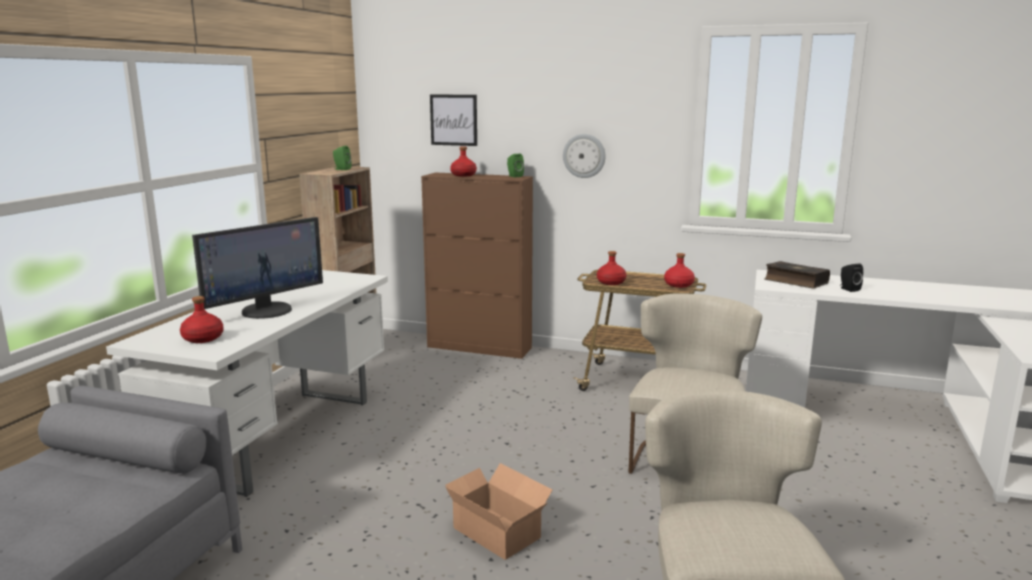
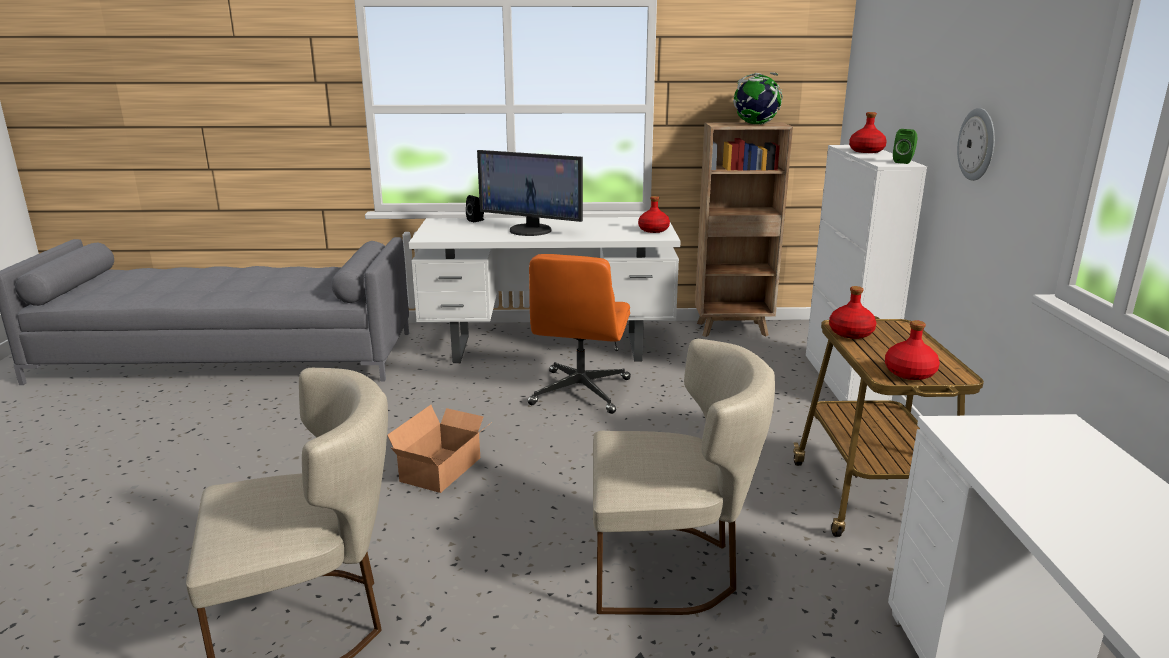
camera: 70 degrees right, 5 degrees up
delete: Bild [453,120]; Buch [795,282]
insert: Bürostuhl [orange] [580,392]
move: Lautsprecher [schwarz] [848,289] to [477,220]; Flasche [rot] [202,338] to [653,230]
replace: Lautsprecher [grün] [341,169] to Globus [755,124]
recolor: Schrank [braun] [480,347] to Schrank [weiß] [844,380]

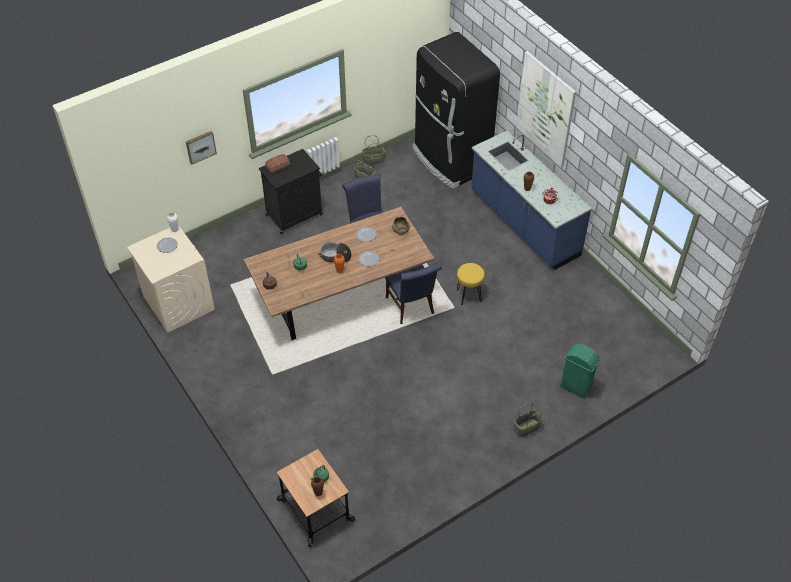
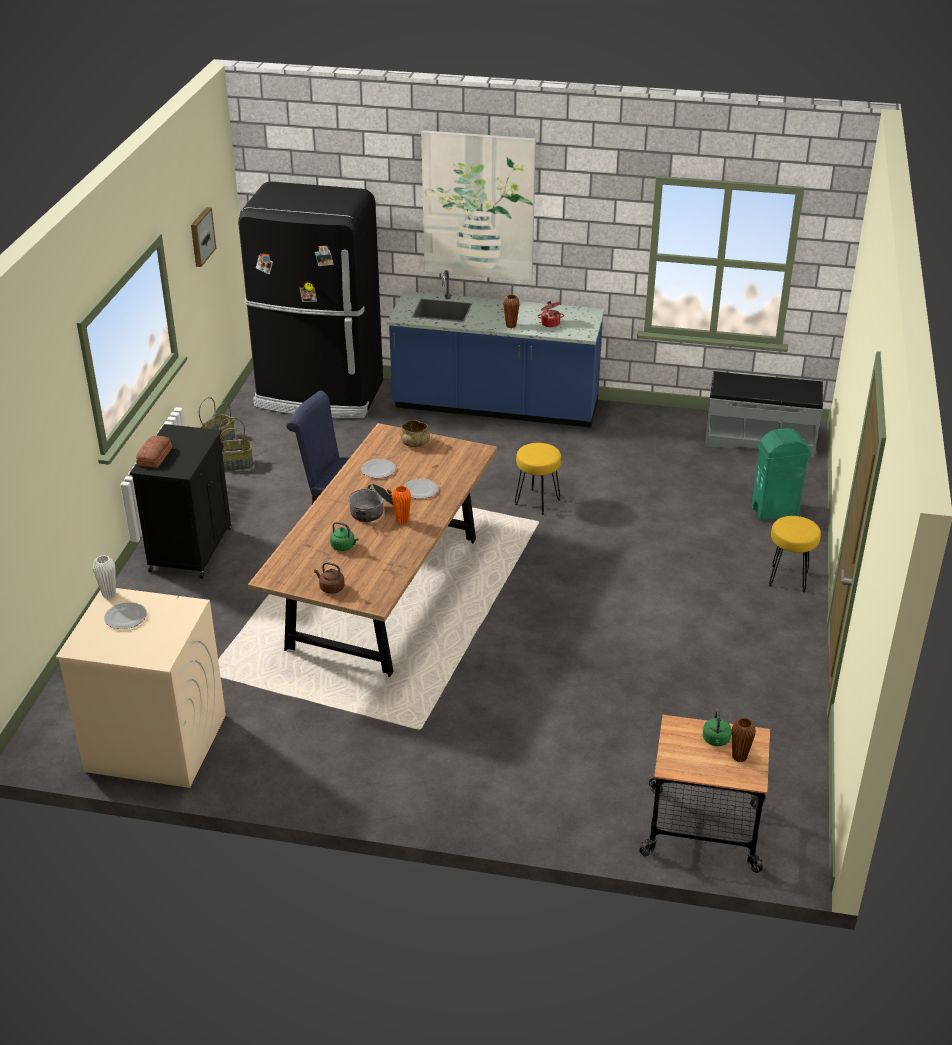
camera: 45 degrees left, 15 degrees down
delete: Stuhl [blau] [411,307]
insert: Bank [grau] [760,438]
move: Bild [200,146] to [201,236]
replace: Korb [526,428] to Hocker [gelb] [789,579]

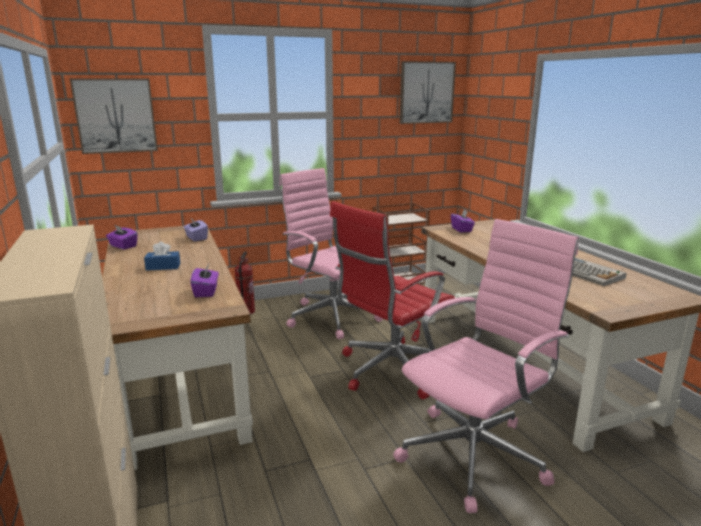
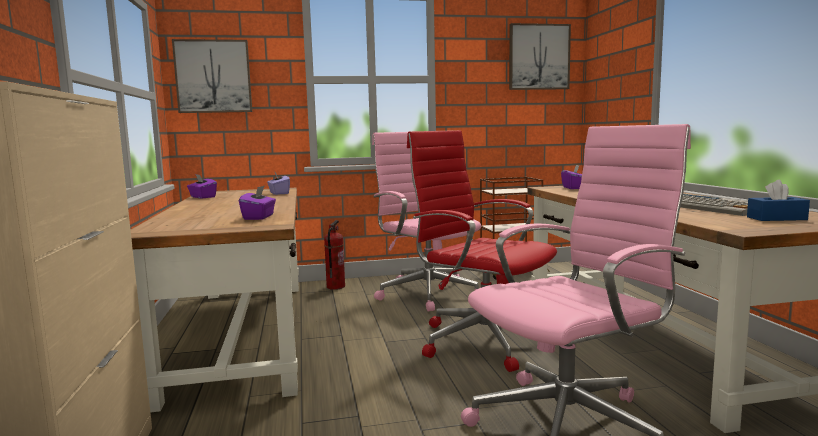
camera: 10 degrees right, 10 degrees down
move: Taschentuchbox [blau] [163,267] to [776,218]
rotate: Bürostuhl [rot] [390,370] = [481,340] 75 degrees clockwise

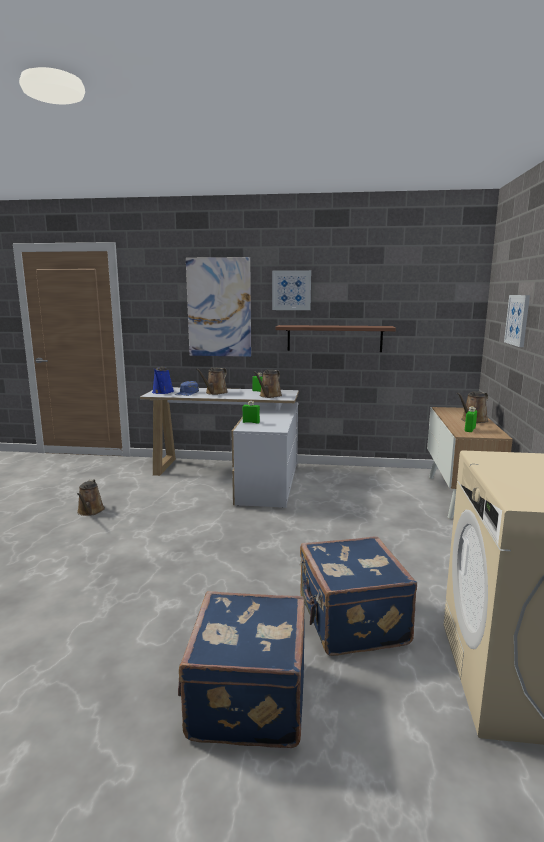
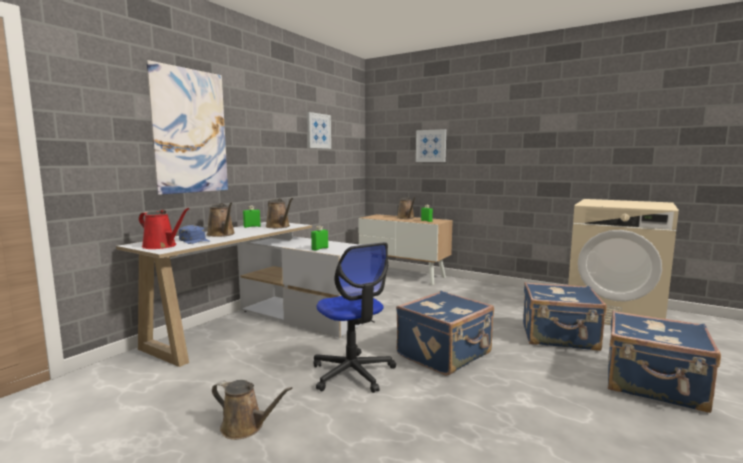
camera: 65 degrees left, 5 degrees down
delete: Wandregal [334,338]
insert: Bürostuhl [352,373]; Koffer [blau] [445,354]
move: Bild [291,290] to [318,131]
recolor: Gießkanne [blau] [162,392] to Gießkanne [rot] [162,246]

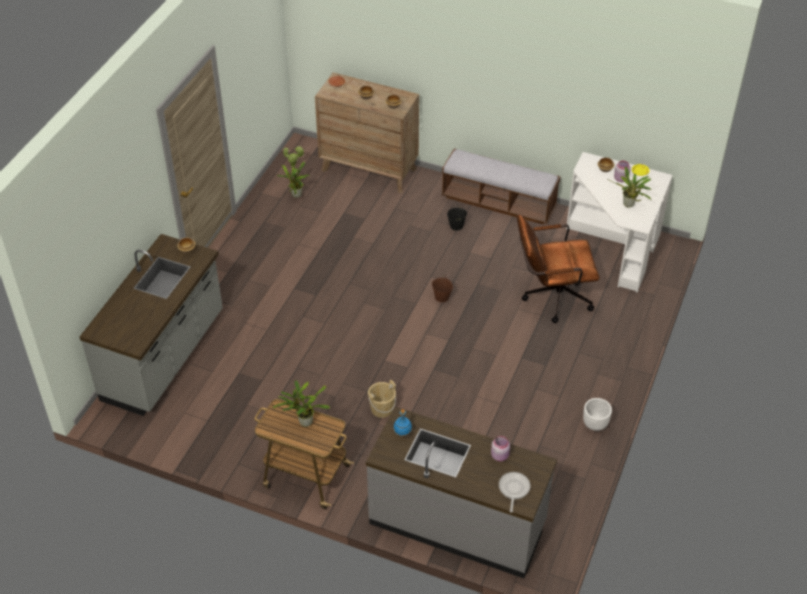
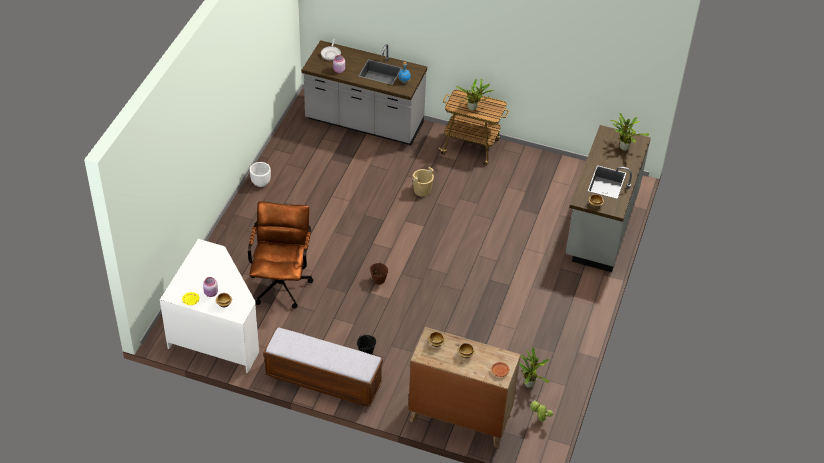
camera: 175 degrees right, 0 degrees up
move: Topfpflanze [629,205] to [623,147]
rotate: Bürostuhl [braun] [551,297] = [282,282] 75 degrees counterclockwise

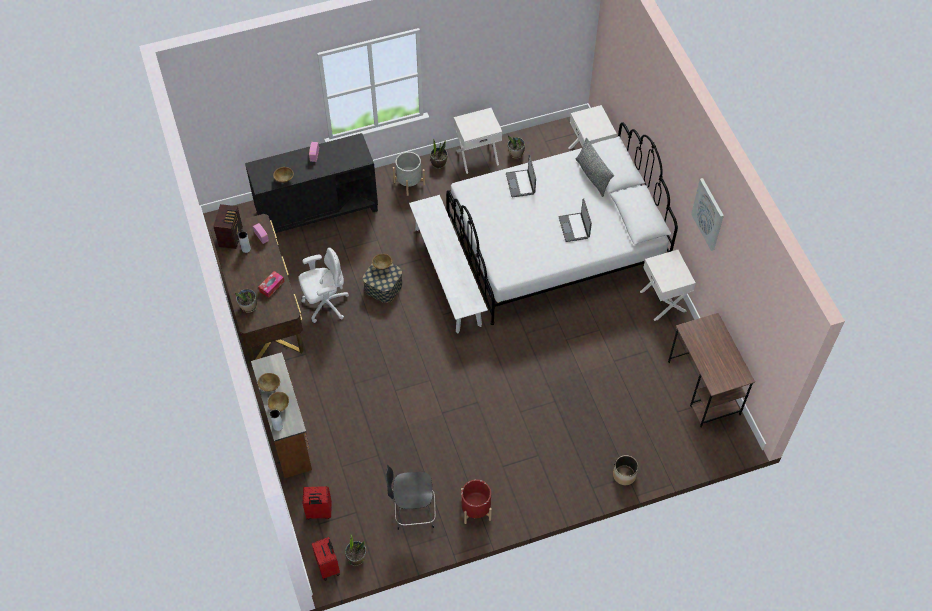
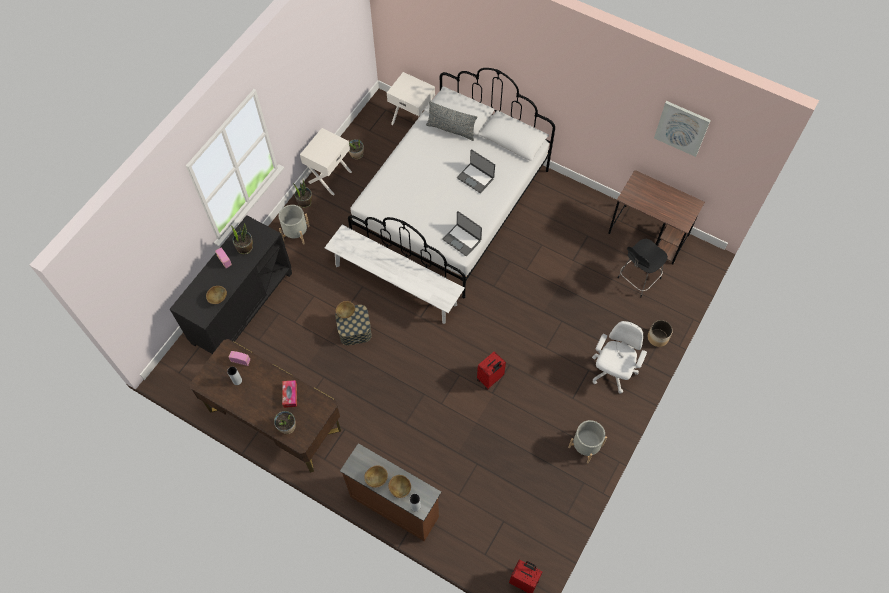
camera: 40 degrees left, 5 degrees up
delete: Radio [231,236]; Nachttisch [weiß] [663,301]
move: Laptop [521,184] to [462,239]; Bild [708,214] to [682,128]; Bürostuhl [weiß] [325,304] to [612,372]; Stuhl [schwarz] [413,512] to [638,279]; Koffer [rot] [319,512] to [490,379]; Topfpflanze [356,558] to [245,248]
recolor: Pflanzkübel [rot] [476,510] to Pflanzkübel [grau] [585,446]

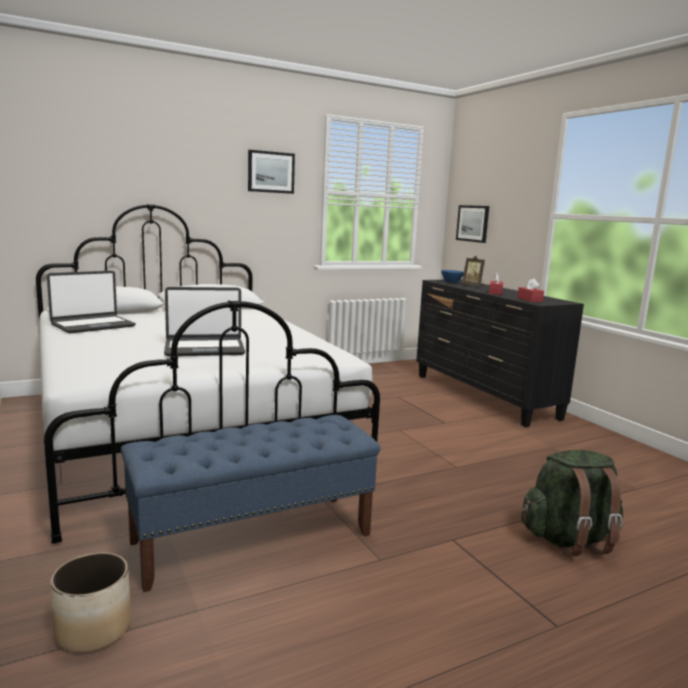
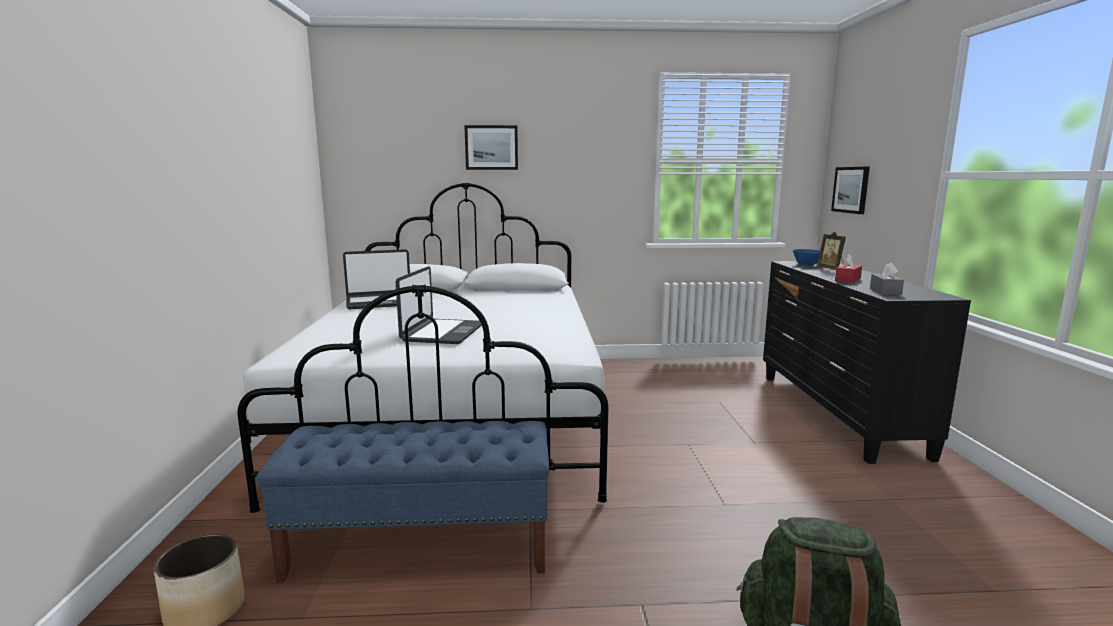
camera: 25 degrees right, 0 degrees up
move: Bild [271,172] to [491,147]
recolor: Taschentuchbox [rot] [529,299] to Taschentuchbox [grau] [885,291]
rotate: Laptop [204,349] = [442,333] 90 degrees counterclockwise

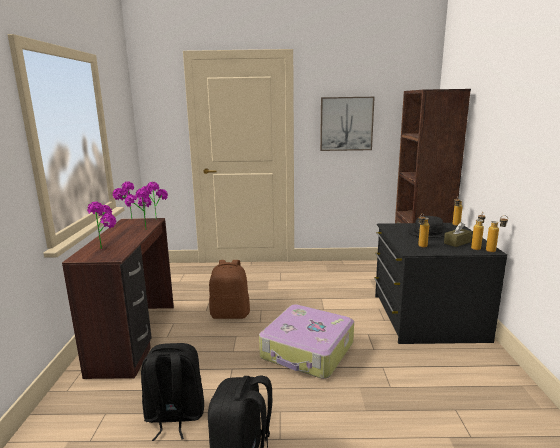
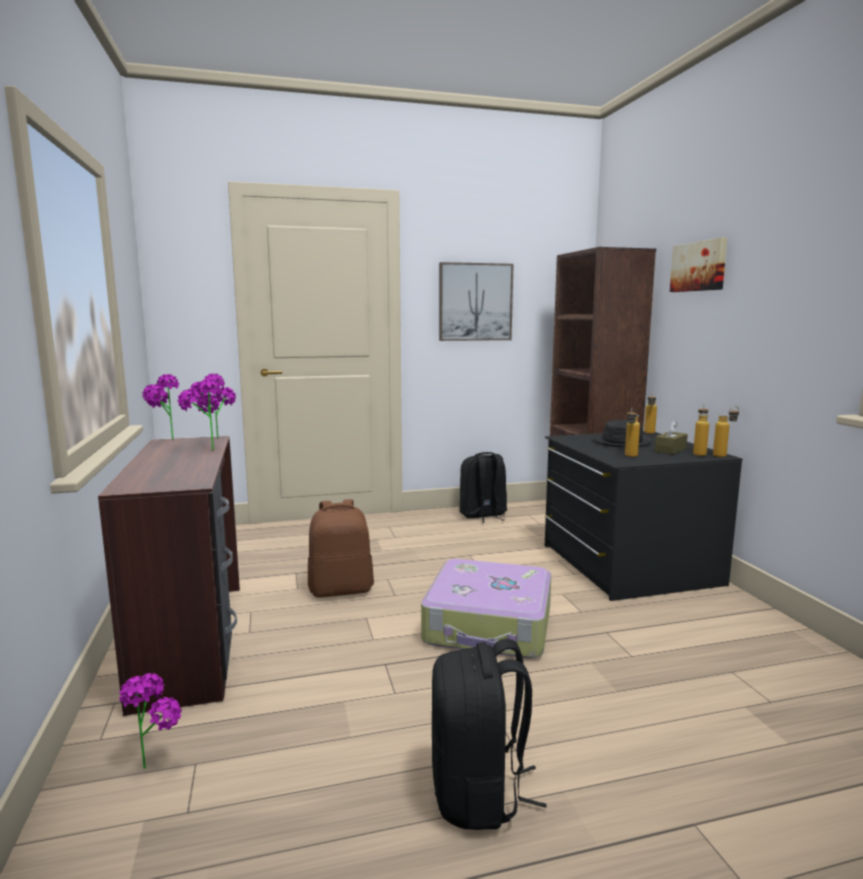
camera: 15 degrees left, 5 degrees down
insert: Bild [699,266]
move: Topfpflanze [107,247] to [156,760]; Rucksack [schwarz] [174,417] to [483,515]

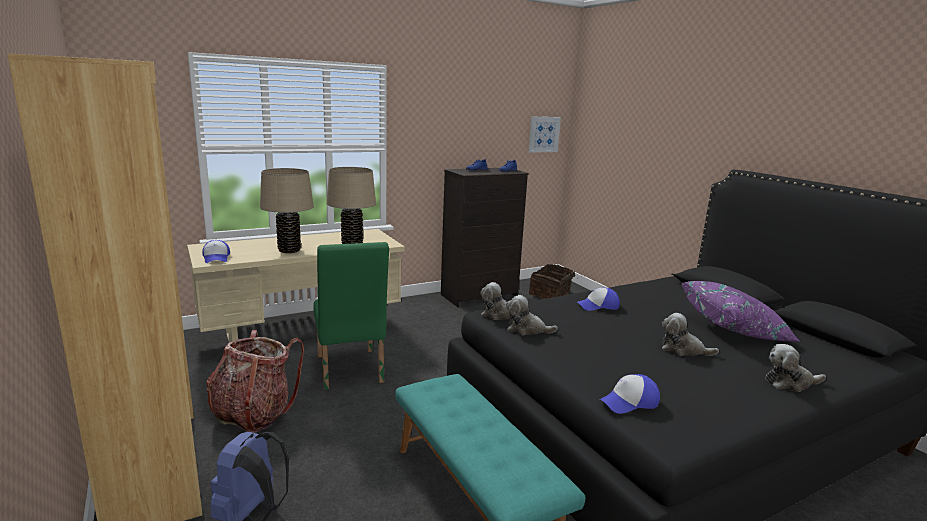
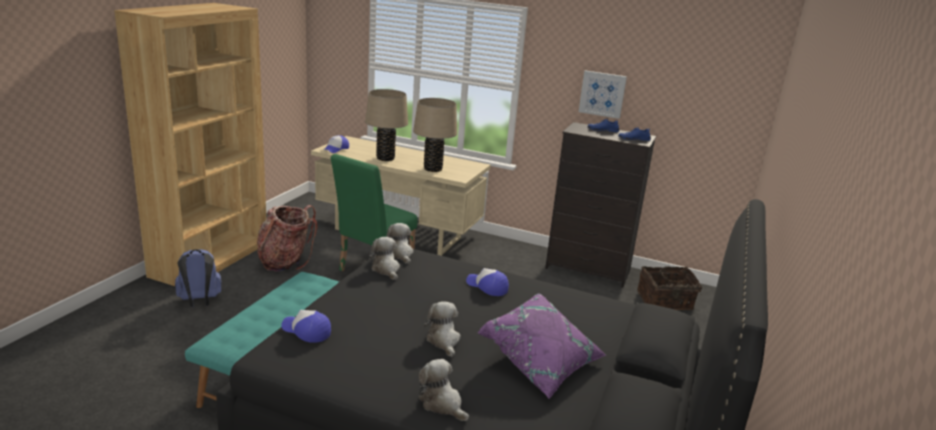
camera: 50 degrees right, 5 degrees up
move: Bild [543,134] to [602,94]

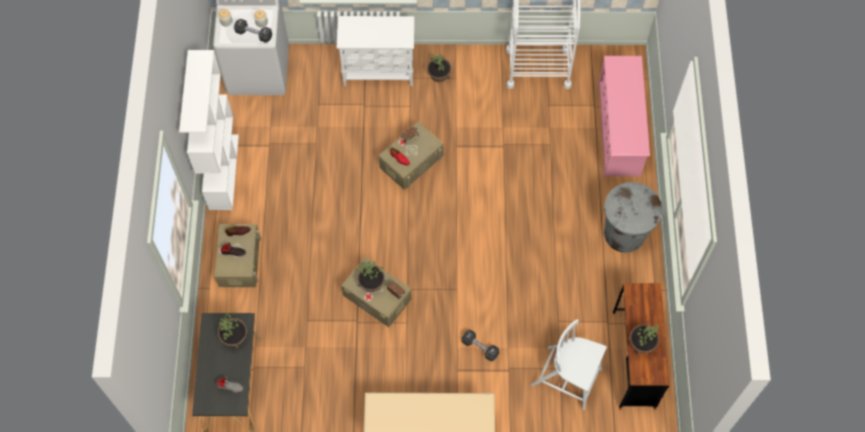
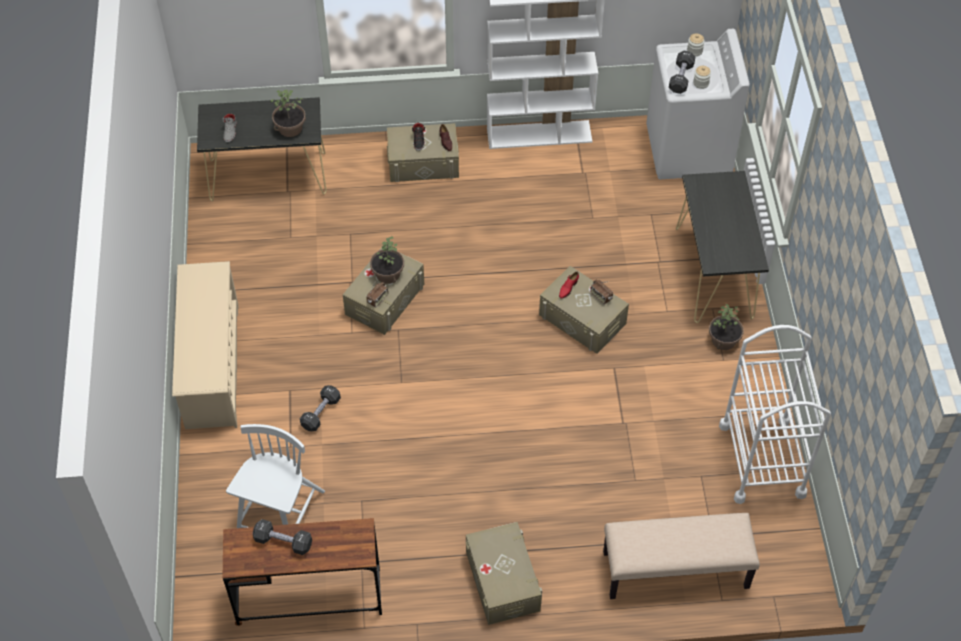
camera: 85 degrees right, 10 degrees down
replace: Schrank [weiß] [379,72] to Konsolentisch [schwarz] [714,273]; Schuhregal [rosa] [619,130] to Bank [beige] [675,571]; Mülleimer [grau] [624,234] to Aufbewahrungsbox [beige] [502,581]; Topfpflanze [641,343] to Hantel [schwarz] [283,542]

